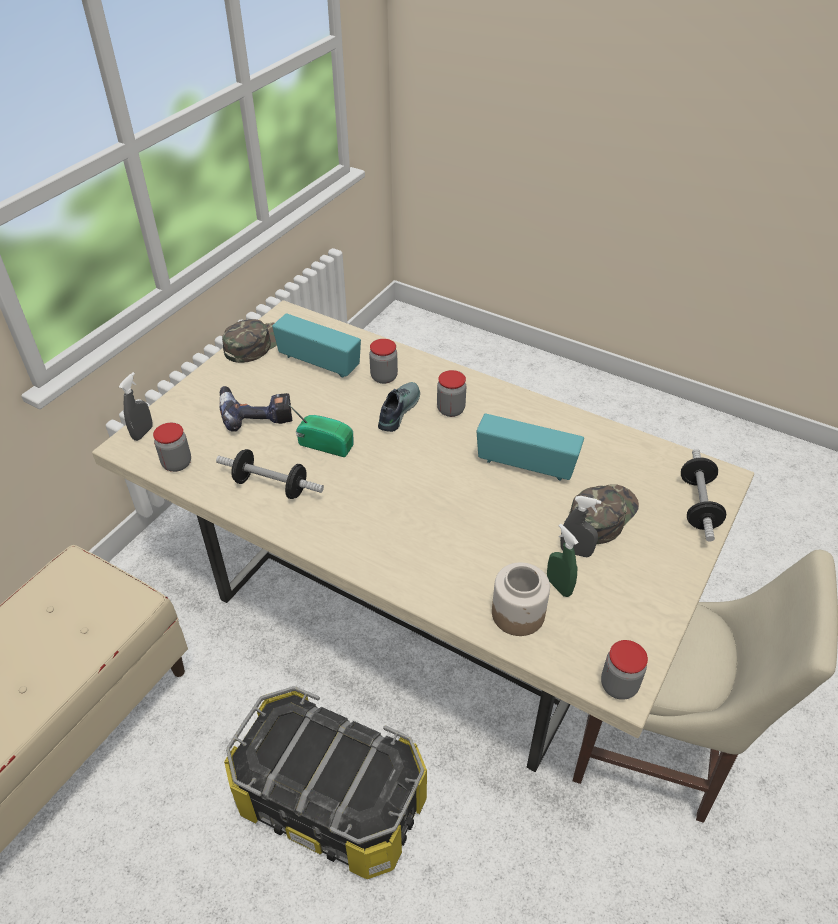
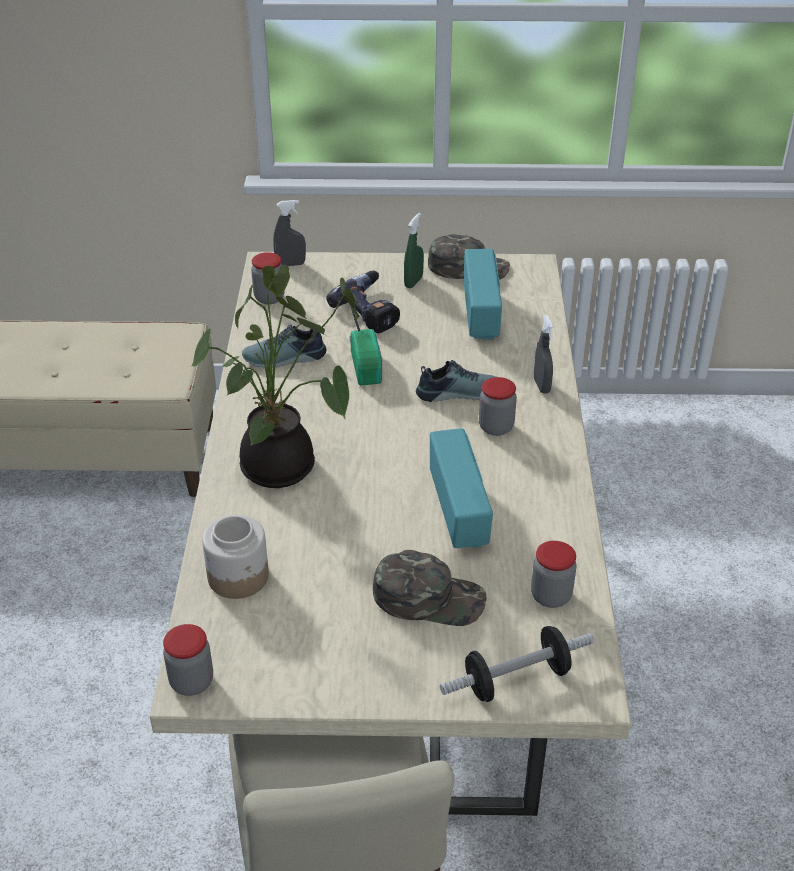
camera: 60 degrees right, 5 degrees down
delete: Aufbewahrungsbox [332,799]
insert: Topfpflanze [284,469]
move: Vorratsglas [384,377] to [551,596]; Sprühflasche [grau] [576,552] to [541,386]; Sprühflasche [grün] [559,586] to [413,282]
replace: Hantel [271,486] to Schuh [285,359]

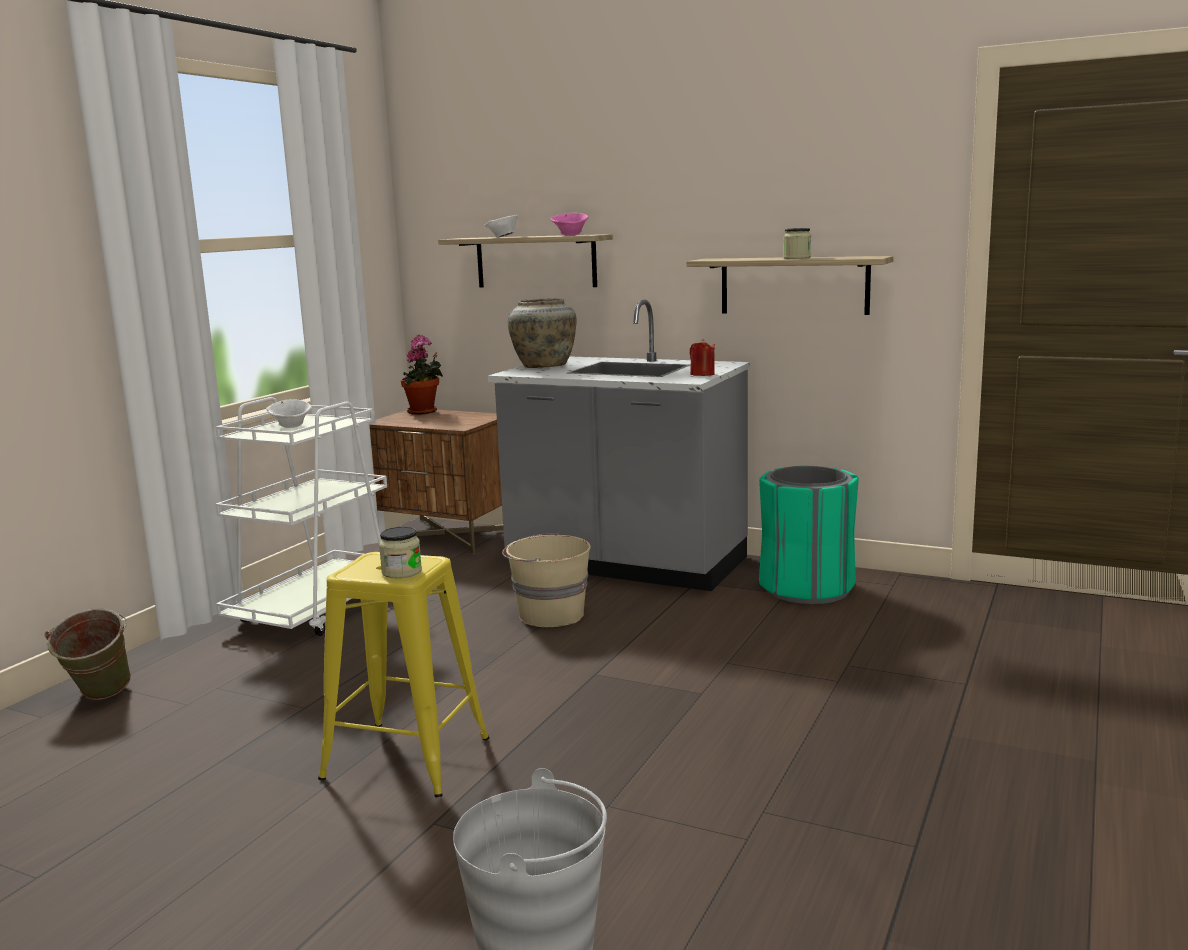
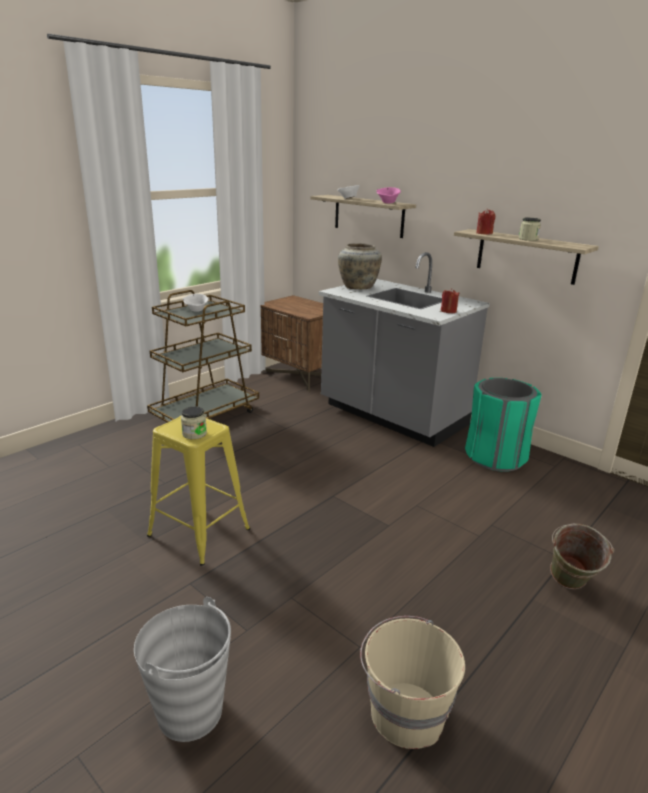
camera: 15 degrees right, 10 degrees up
delete: Topfpflanze [424,412]
insert: Kerze [rot] [484,233]
move: Eimer [beige] [550,615] to [405,713]; Eimer [grün] [99,698] to [569,587]
recolor: Rollwagen [weiß] [318,609] to Rollwagen [braun] [206,414]

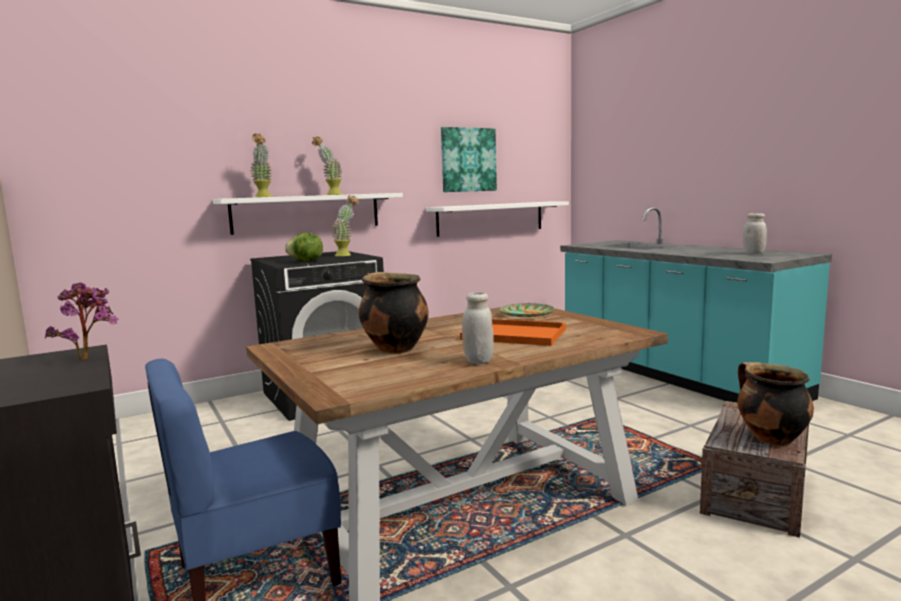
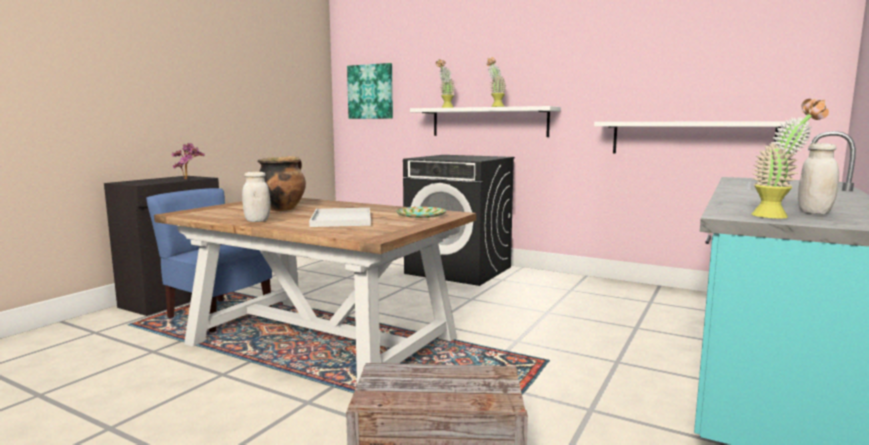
camera: 60 degrees right, 0 degrees up
delete: Salatkopf [306,261]; Kochtopf [769,438]
move: Bild [468,160] to [370,91]; Topfpflanze [347,255] to [779,216]
recolor: Tablett [orange] [512,334] to Tablett [weiß] [341,219]

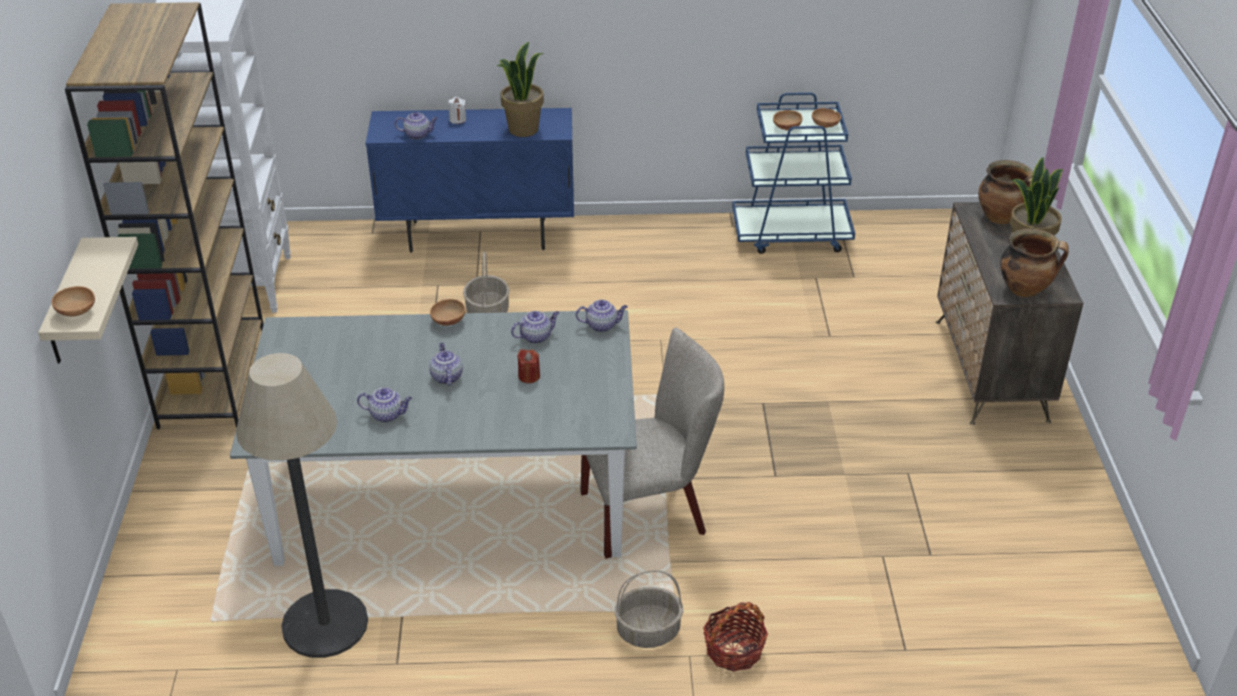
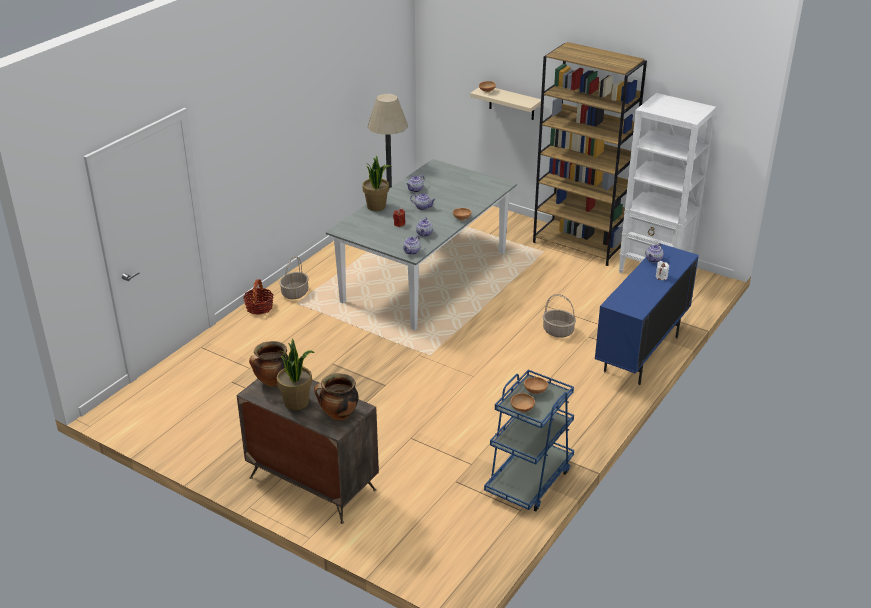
camera: 125 degrees right, 5 degrees down
delete: Stuhl [beige] [651,512]
move: Topfpflanze [523,129] to [376,206]

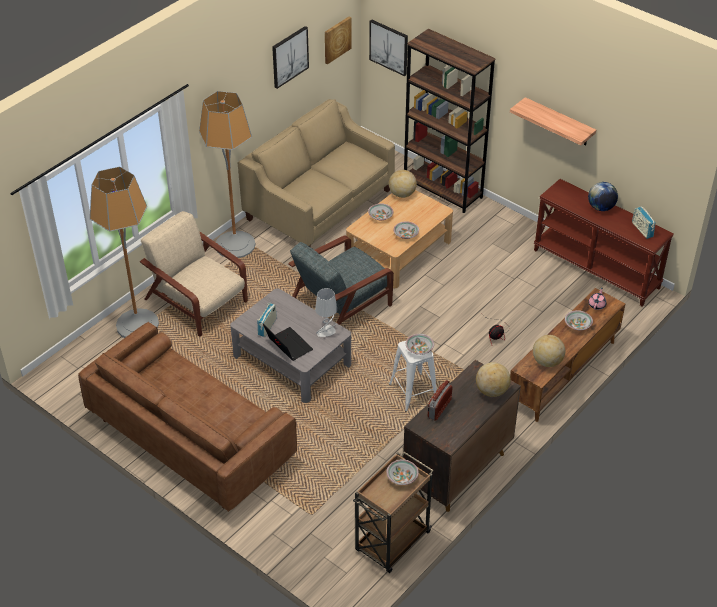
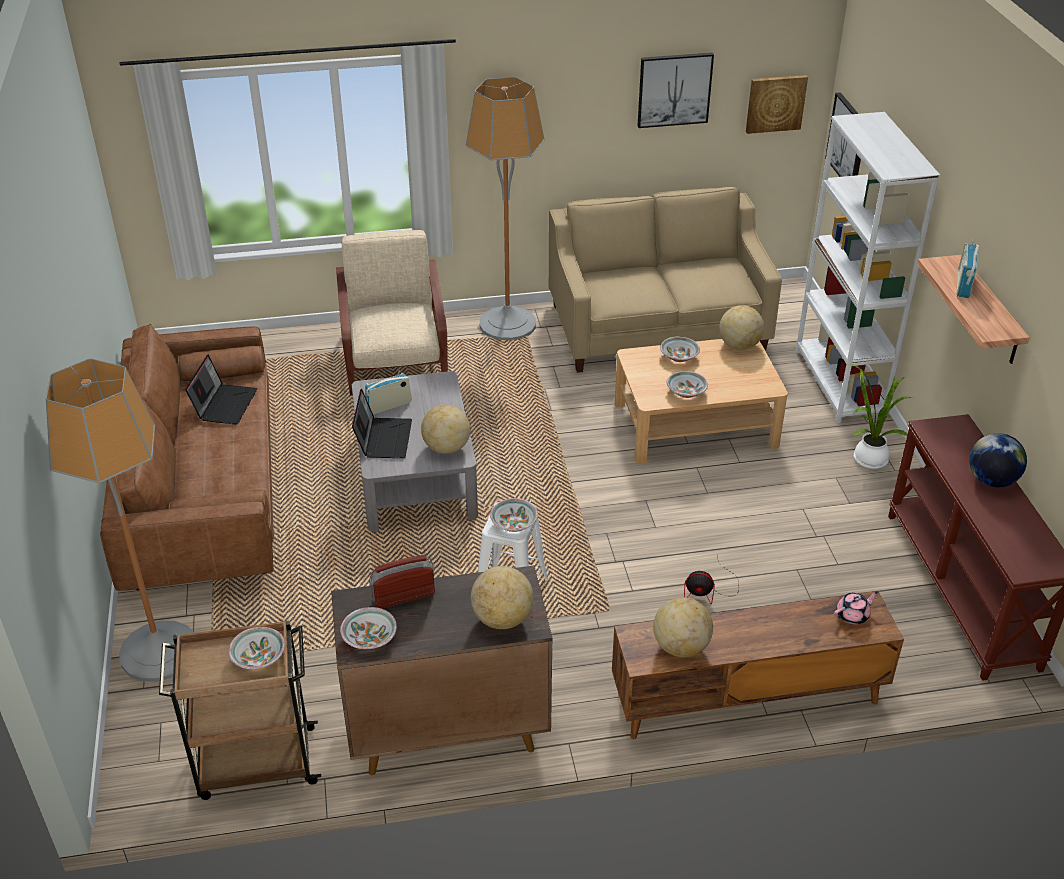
camera: 40 degrees right, 5 degrees down
delete: Sessel [grau] [341,305]
insert: Laptop [224,404]; Topfpflanze [867,458]
move: Stehlampe [137,325] to [159,652]; Radio [642,230] to [963,285]; Schüssel [578,325] to [370,638]
replace: Tischlampe [grau] [326,332] to Globus [446,448]
recolor: Bücherregal [braun] [443,189] to Bücherregal [weiß] [839,383]

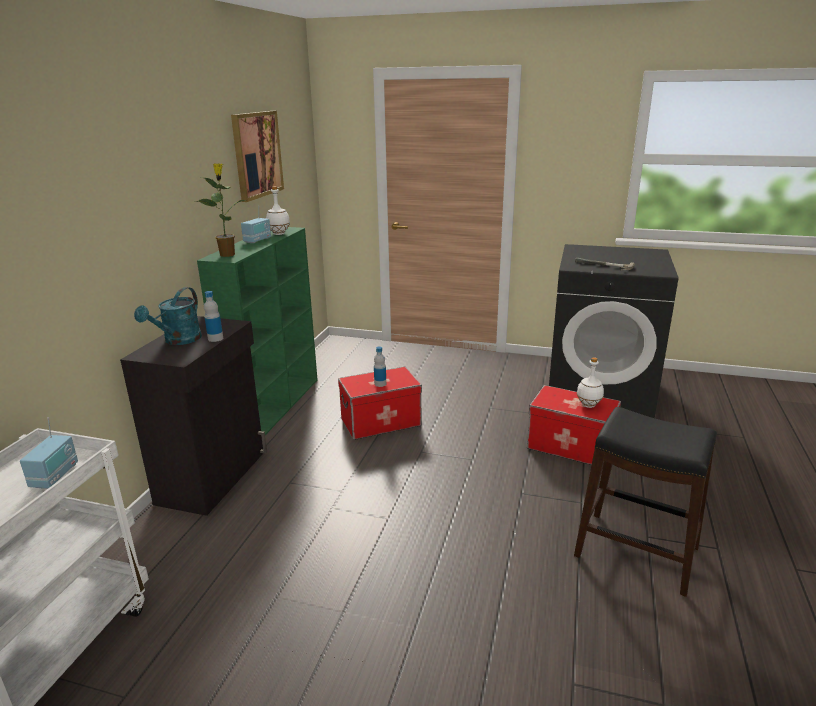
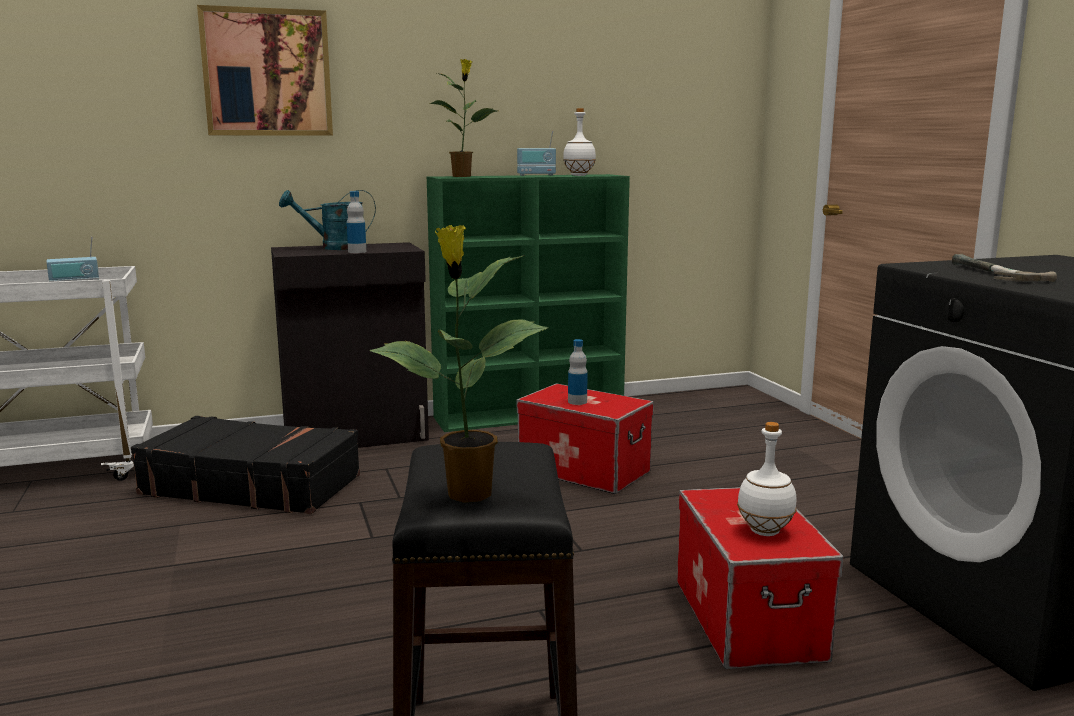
camera: 55 degrees right, 10 degrees down
insert: Topfpflanze [467,494]; Koffer [schwarz] [252,485]
move: Bild [257,155] to [267,73]

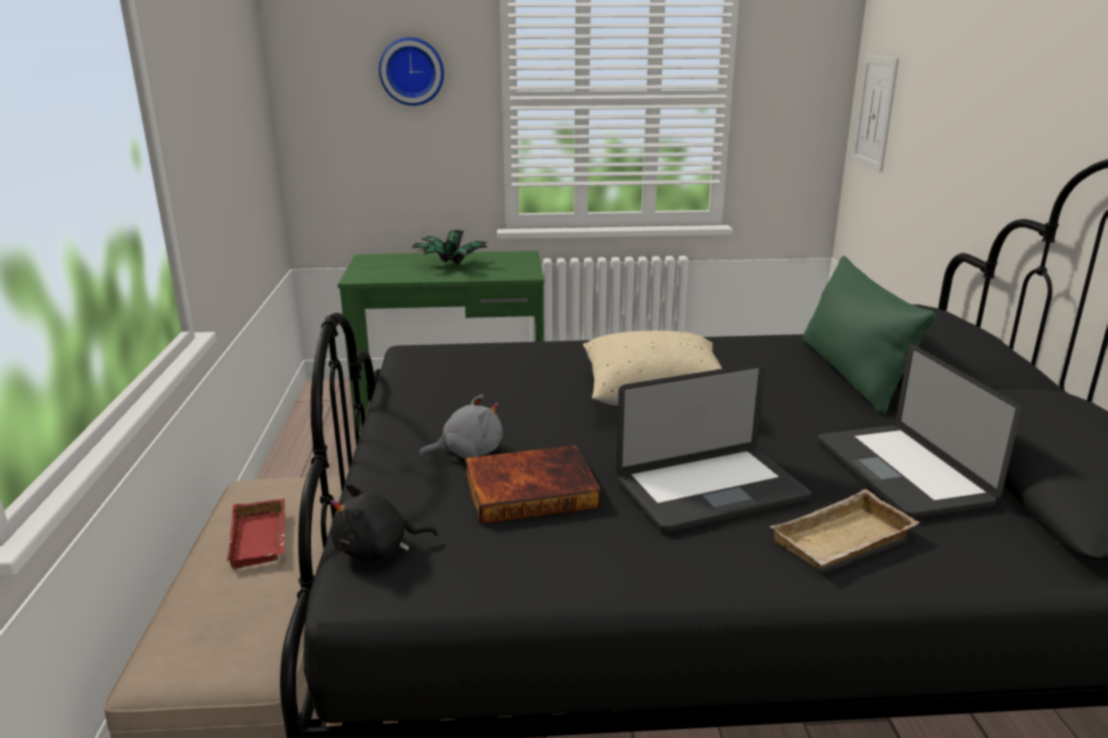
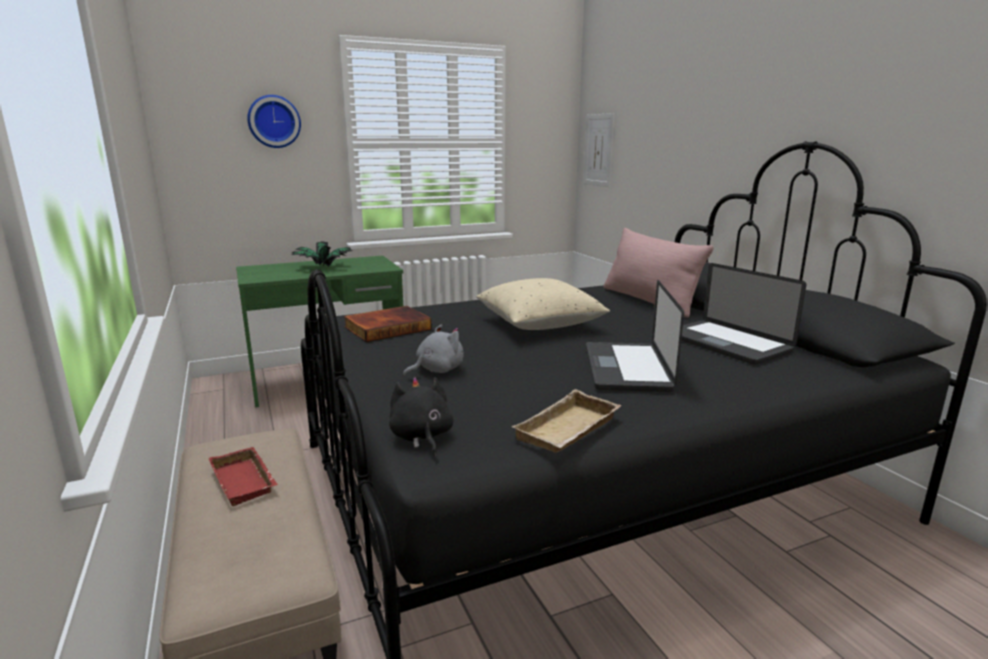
camera: 20 degrees left, 5 degrees down
move: Buch [531,489] to [387,327]; Tablett [beige] [844,542] to [569,431]
recolor: Kissen [grün] [851,373] to Kissen [rosa] [648,301]
rotate: Laptop [711,491] = [626,368] 135 degrees clockwise; Plüschtier [schwarz] [377,550] = [421,437] 105 degrees clockwise

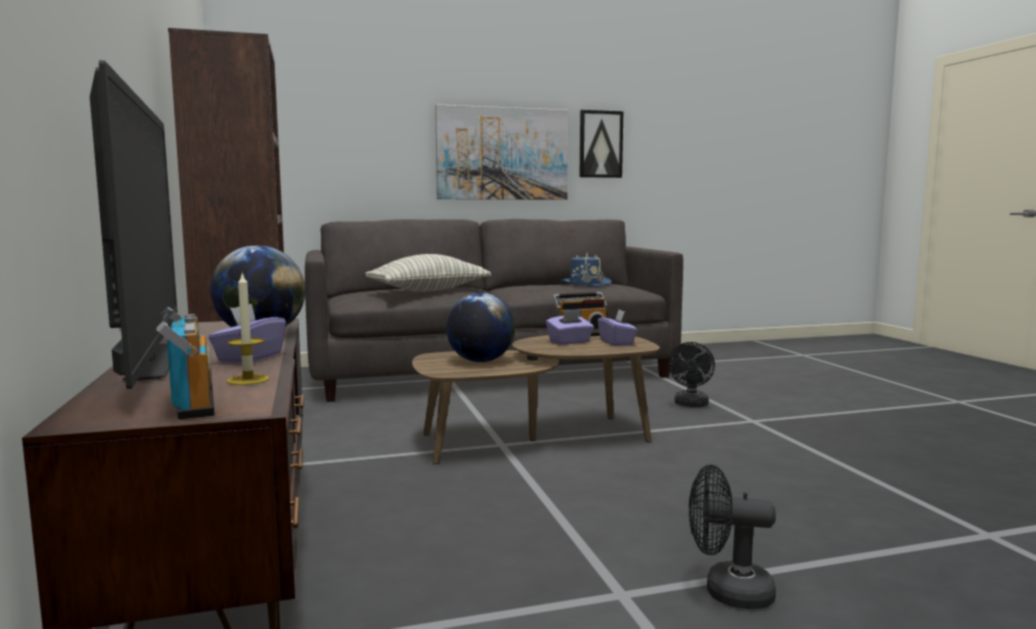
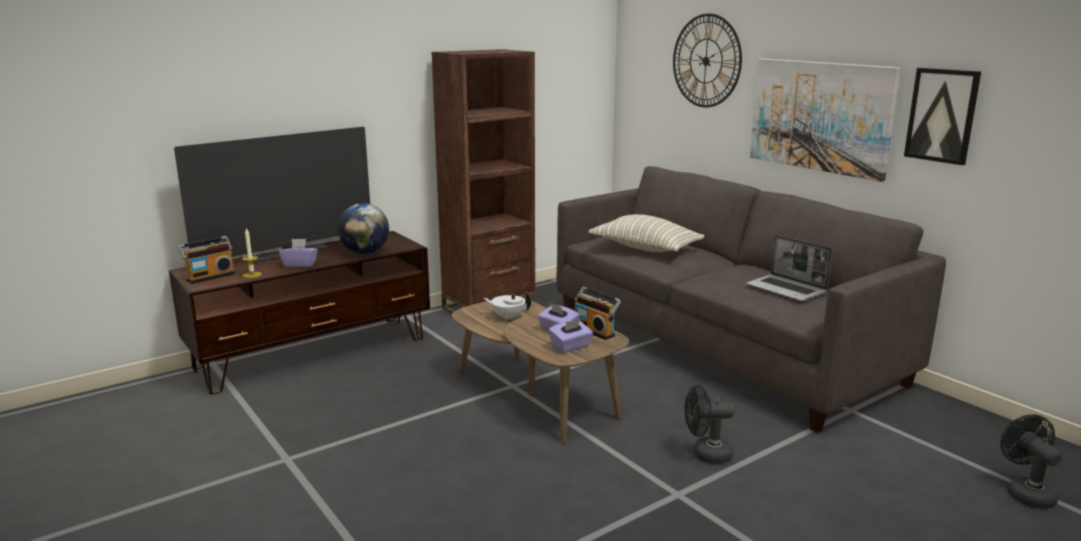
camera: 70 degrees right, 10 degrees up
insert: Wanduhr [706,61]
move: Ventilator [schwarz] [727,591] to [1025,492]
replace: Hut [blau] [585,284] to Laptop [787,289]; Globus [480,361] to Teekanne [weiß] [508,317]

